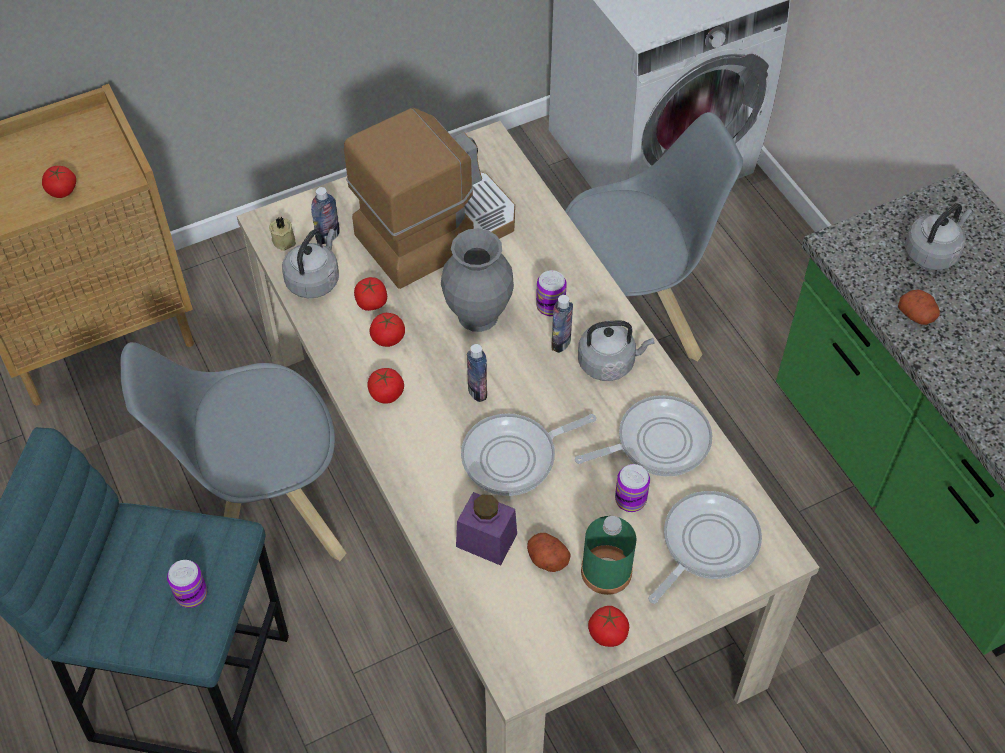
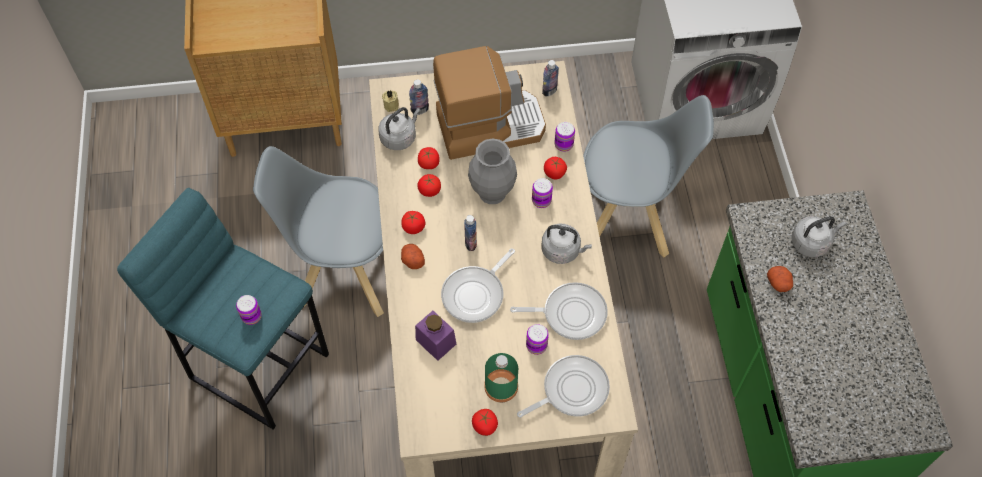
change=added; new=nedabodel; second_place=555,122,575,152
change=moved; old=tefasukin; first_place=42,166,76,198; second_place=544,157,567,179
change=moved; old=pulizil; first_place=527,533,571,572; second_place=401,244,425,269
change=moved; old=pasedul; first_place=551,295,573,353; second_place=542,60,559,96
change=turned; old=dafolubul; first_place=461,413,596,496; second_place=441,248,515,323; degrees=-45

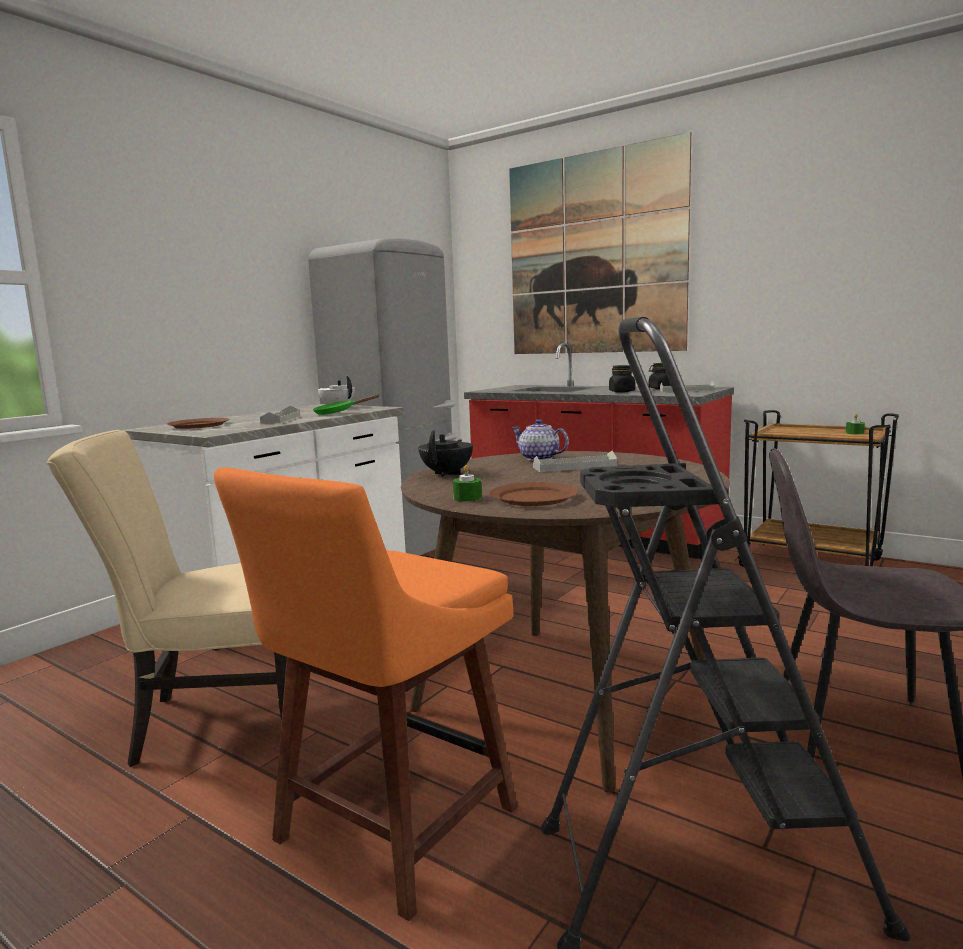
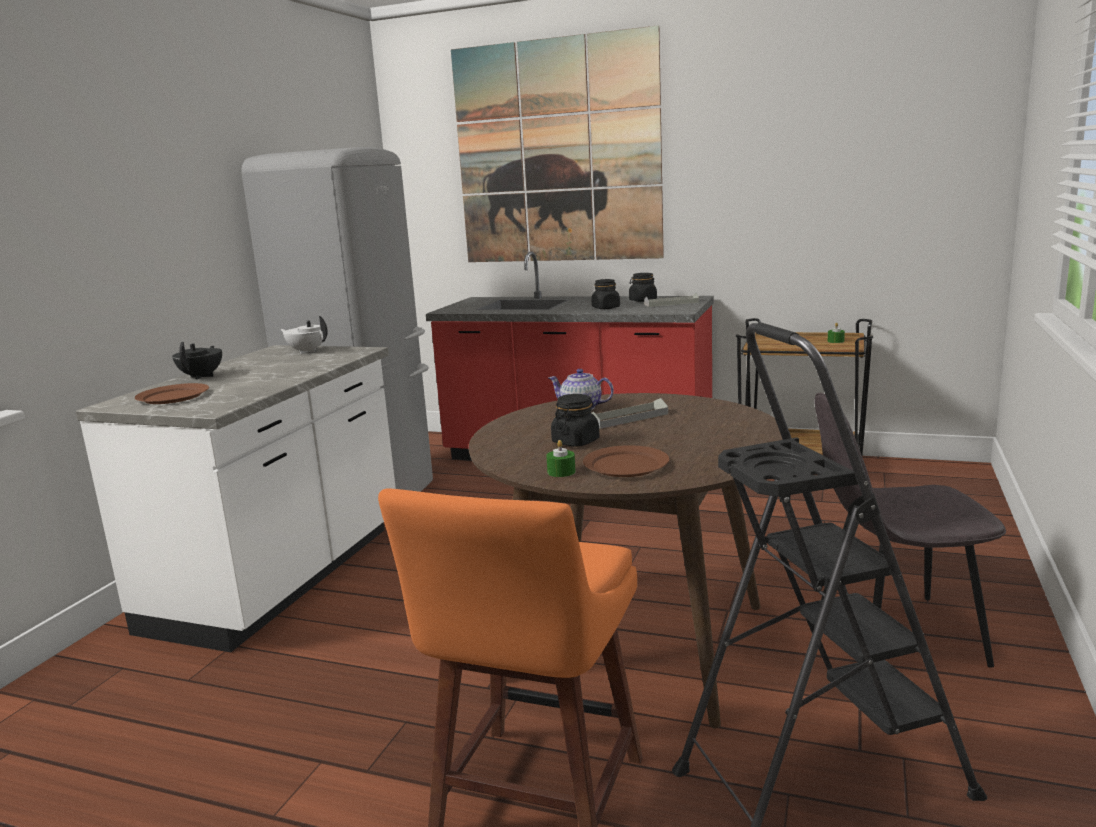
change=removed; old=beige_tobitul; first_place=47,430,287,767
change=removed; old=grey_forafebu; first_place=260,406,300,424
change=removed; old=green_dafolubul; first_place=313,394,379,415
change=added; new=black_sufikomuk; second_place=551,394,600,447
change=moved; old=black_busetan; first_place=418,430,473,477; second_place=172,341,222,380

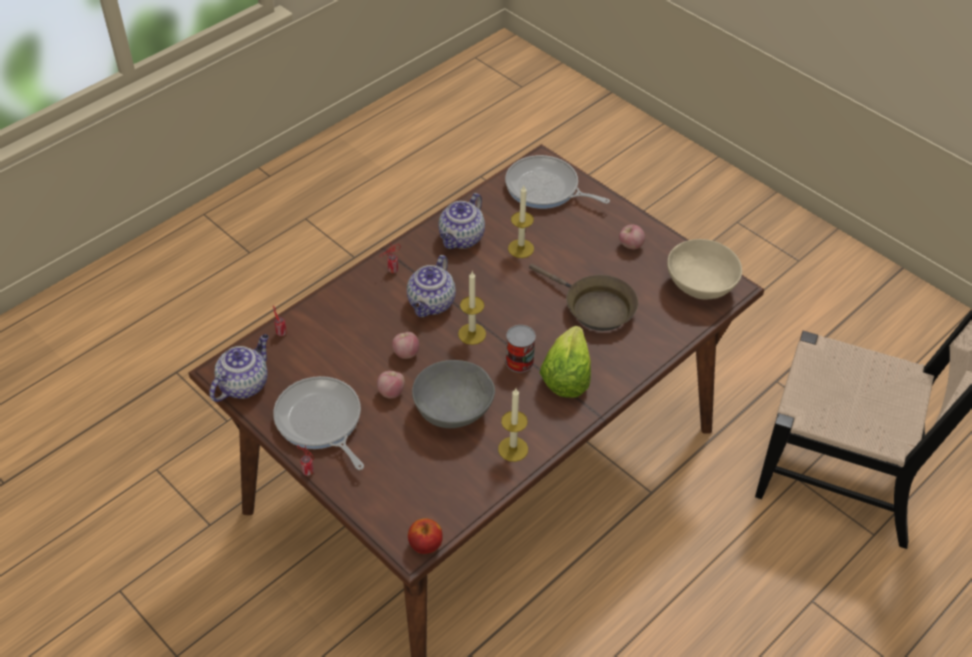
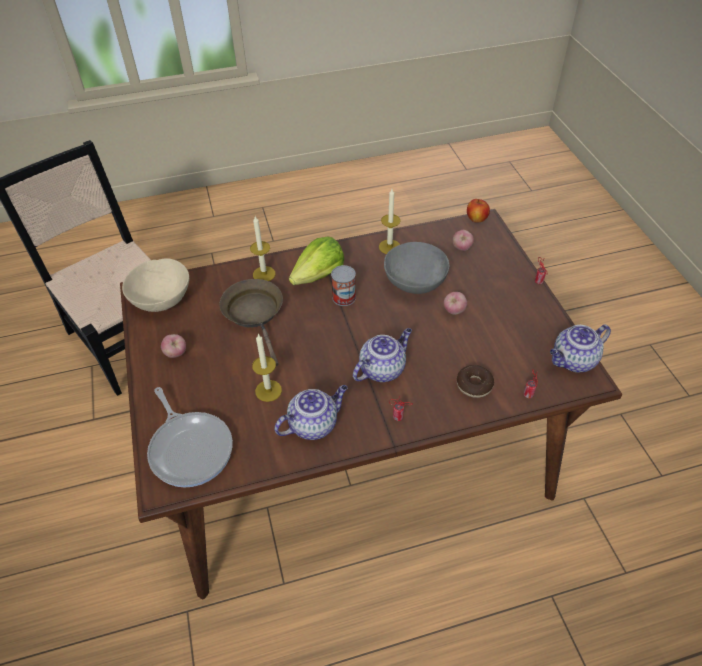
change=removed; old=dafolubul; first_place=273,376,364,470
change=added; new=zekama; second_place=457,365,494,398
change=moved; old=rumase; first_place=392,332,419,359; second_place=453,230,474,251
change=moved; old=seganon; first_place=458,272,486,345; second_place=250,216,275,281

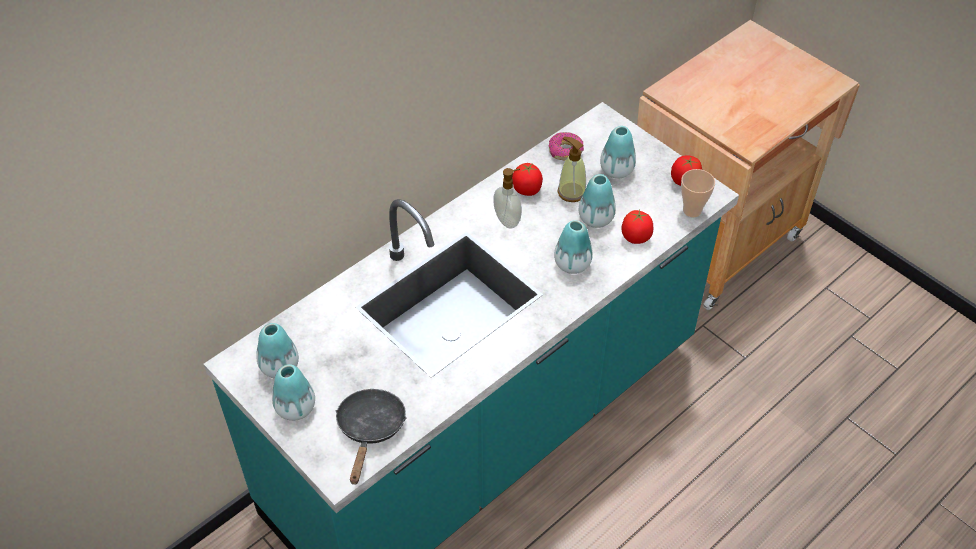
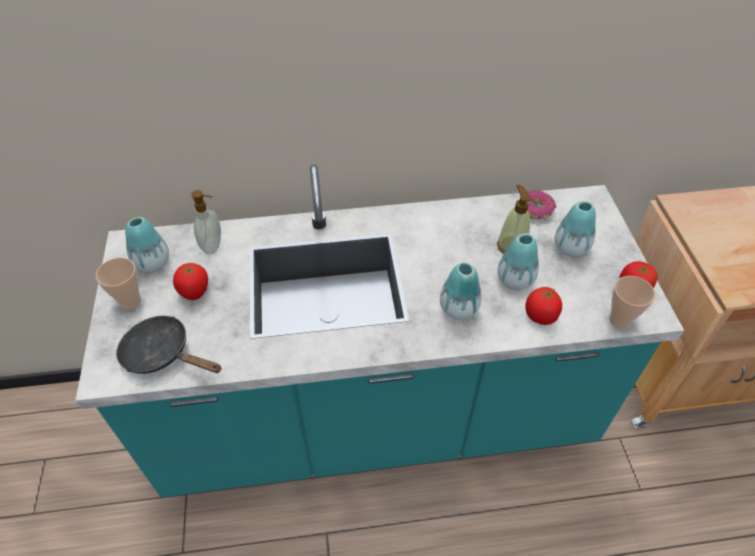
change=moved; old=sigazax; first_place=493,168,522,229; second_place=191,190,221,254
change=moved; old=tefasukin; first_place=512,163,543,196; second_place=173,263,208,300
change=replaced; old=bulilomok; new=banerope; first_place=272,364,315,421; second_place=96,257,141,310
change=turned; old=black_dafolubul; first_place=336,389,407,485; second_place=116,316,222,374; degrees=-105

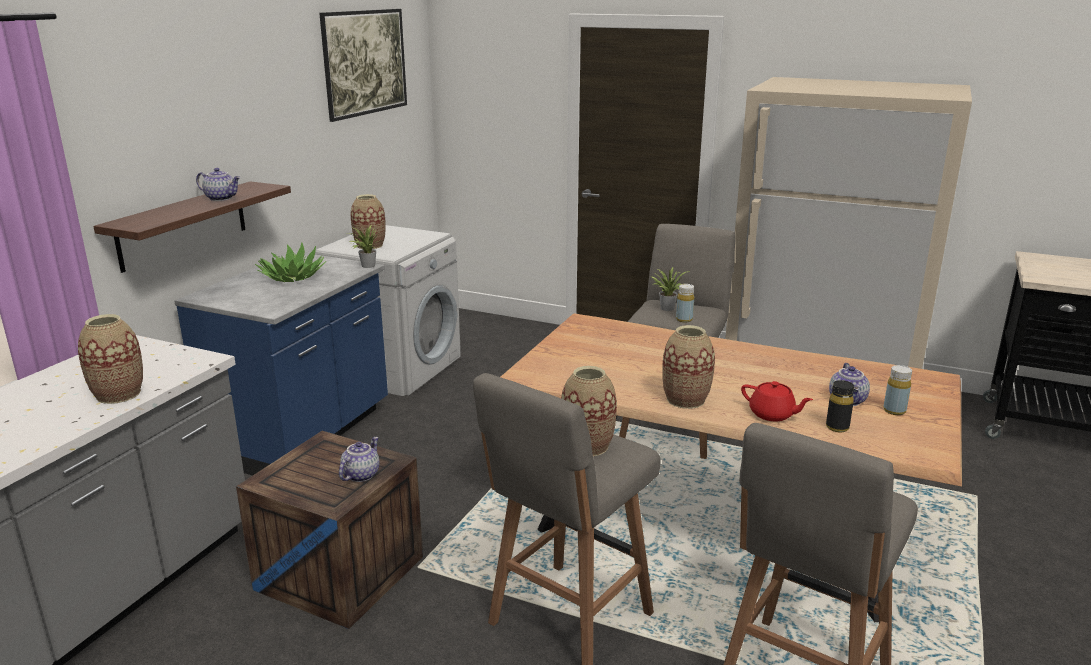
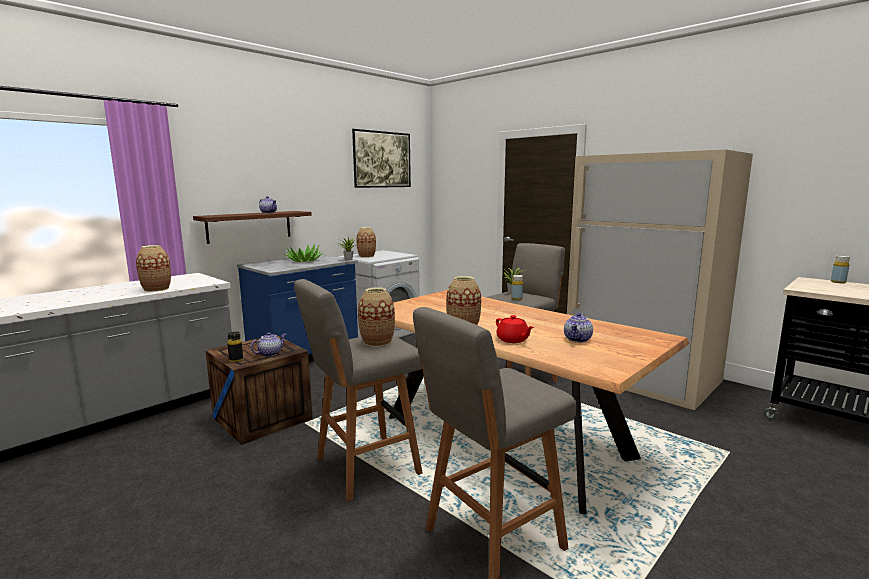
change=moved; old=black_pasedul; first_place=826,380,854,432; second_place=227,332,243,362
change=moved; old=yellow_pasedul; first_place=883,365,912,415; second_place=831,256,850,283

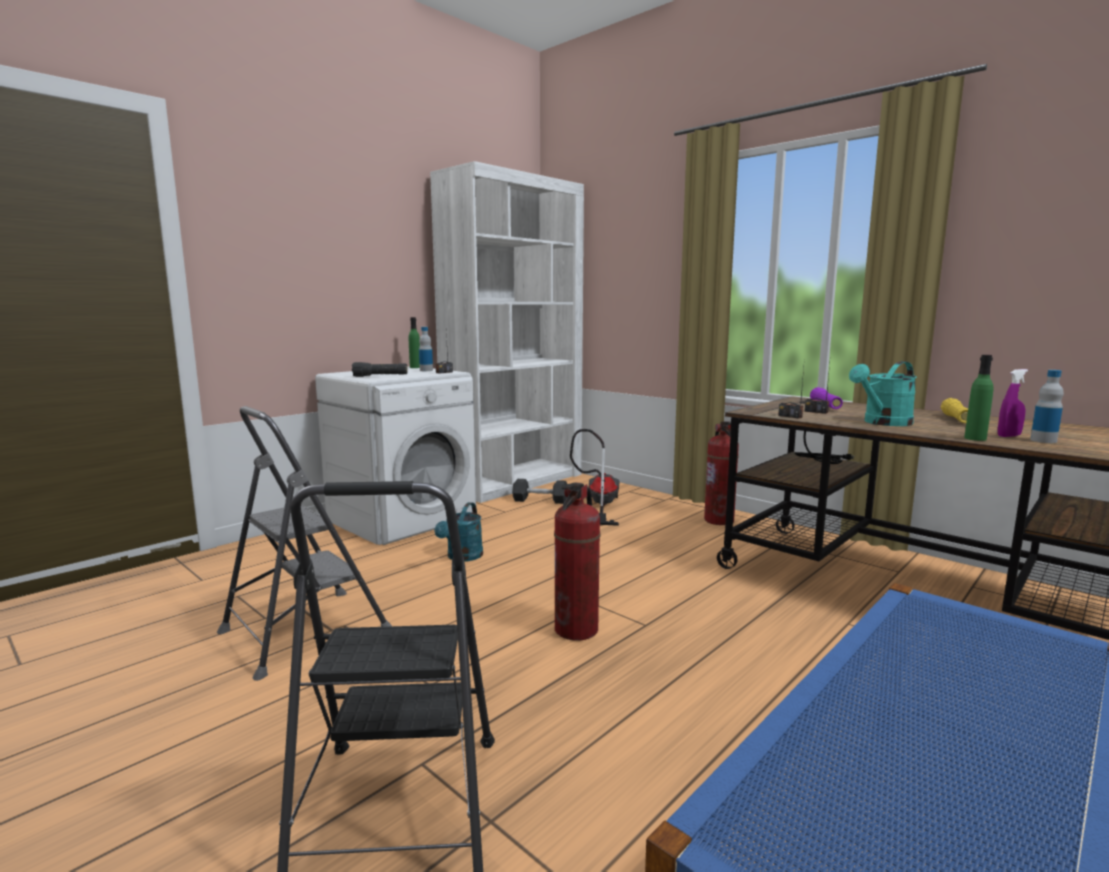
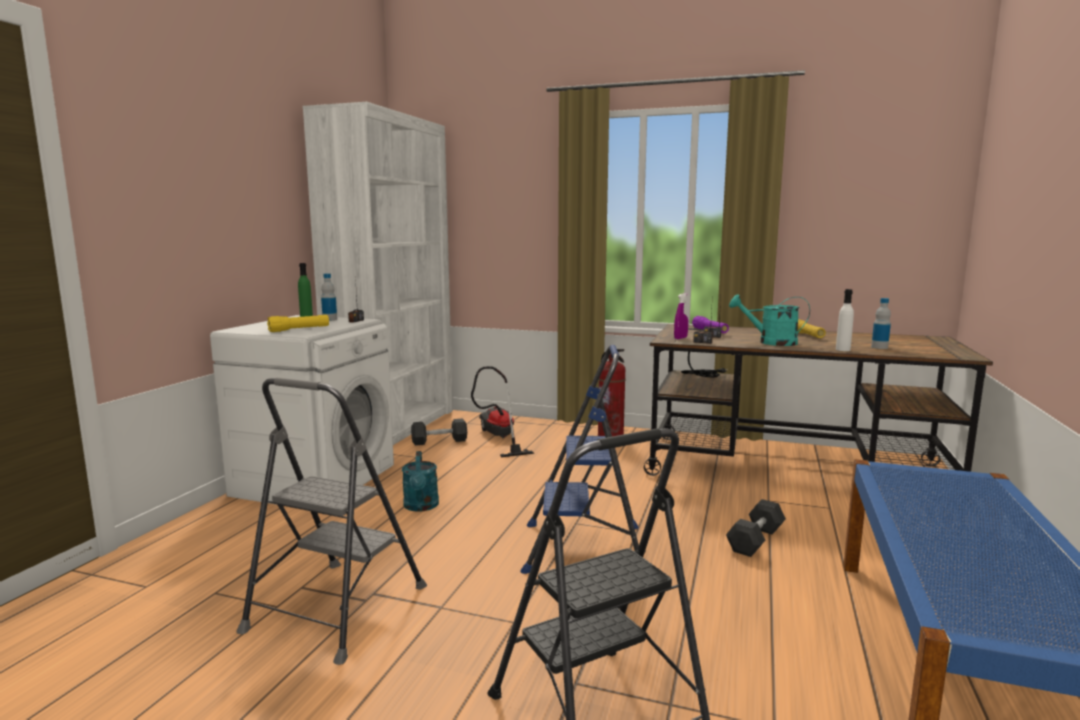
change=added; new=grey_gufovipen; second_place=726,499,786,557
change=moved; old=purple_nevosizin; first_place=998,369,1028,437; second_place=674,293,688,339
change=replaced; old=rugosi; new=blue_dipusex; first_place=554,482,600,640; second_place=520,345,639,574
change=recoloured; old=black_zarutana; new=yellow_zarutana; first_place=352,362,407,377; second_place=267,315,329,332
change=recoloured; old=green_pasedul; new=white_pasedul; first_place=964,355,993,441; second_place=836,289,854,351
change=turned; old=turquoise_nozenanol; first_place=849,361,917,426; second_place=729,294,810,346; degrees=75

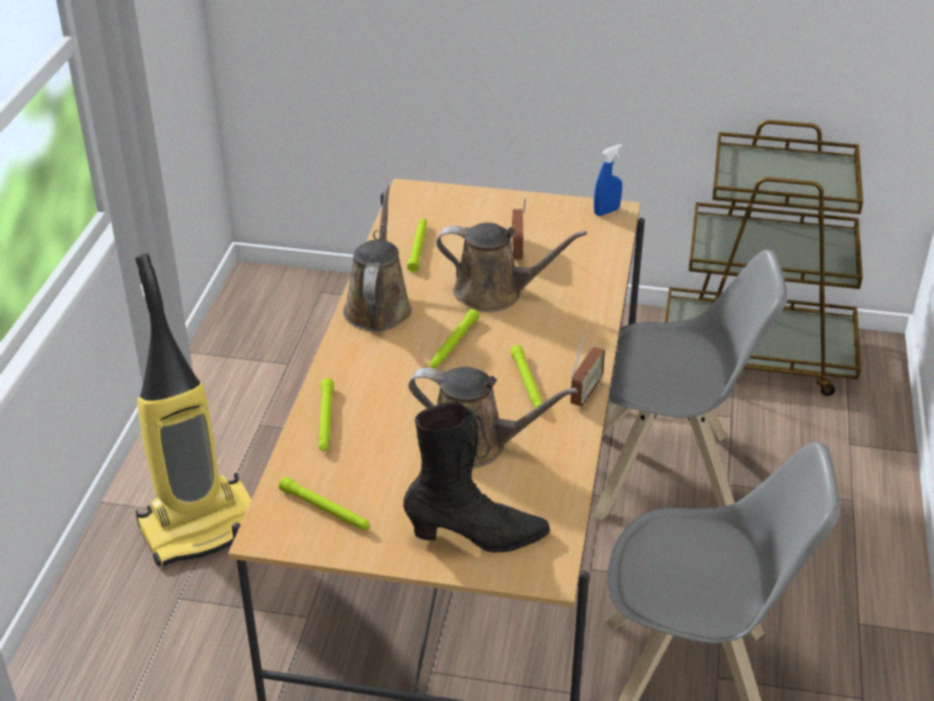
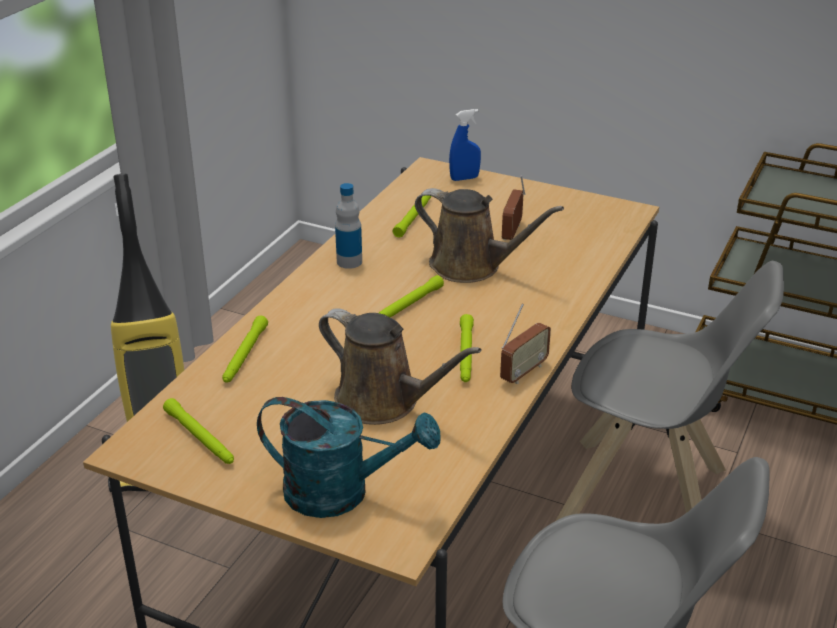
change=moved; old=blue_nevosizin; first_place=594,144,622,216; second_place=449,109,481,181
change=replaced; old=brown_nozenanol; new=pasedul; first_place=343,185,412,331; second_place=335,183,362,269
change=replaced; old=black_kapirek; new=turquoise_nozenanol; first_place=403,402,550,553; second_place=257,397,440,518

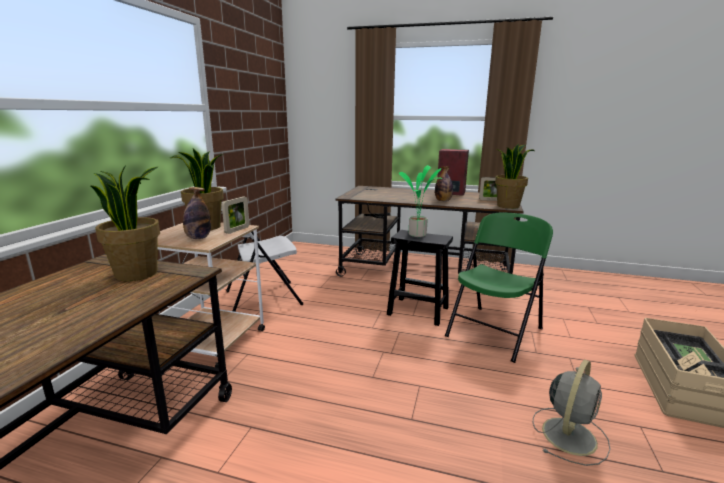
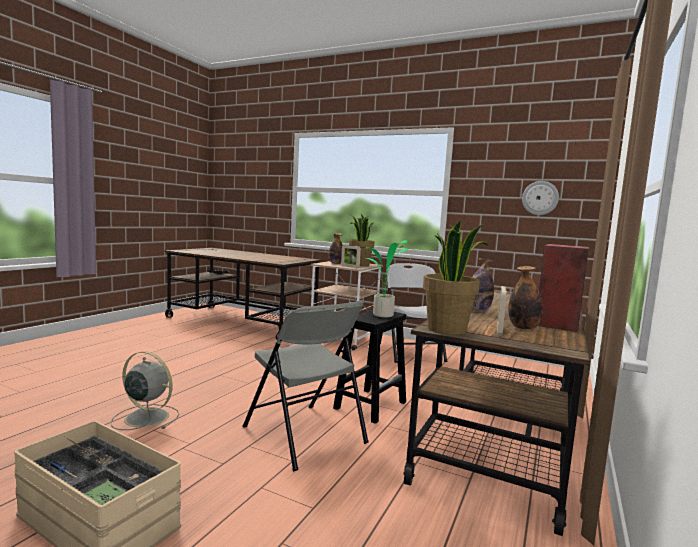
change=removed; old=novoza; first_place=91,165,160,281
change=added; new=pasedul; second_place=508,266,543,329
change=added; new=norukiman; second_place=522,181,559,215
change=recoloured; old=green_tobitul; new=grey_tobitul; first_place=445,213,553,363; second_place=242,301,369,472
change=turned; old=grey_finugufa; first_place=533,359,610,466; second_place=110,351,179,430; degrees=150

